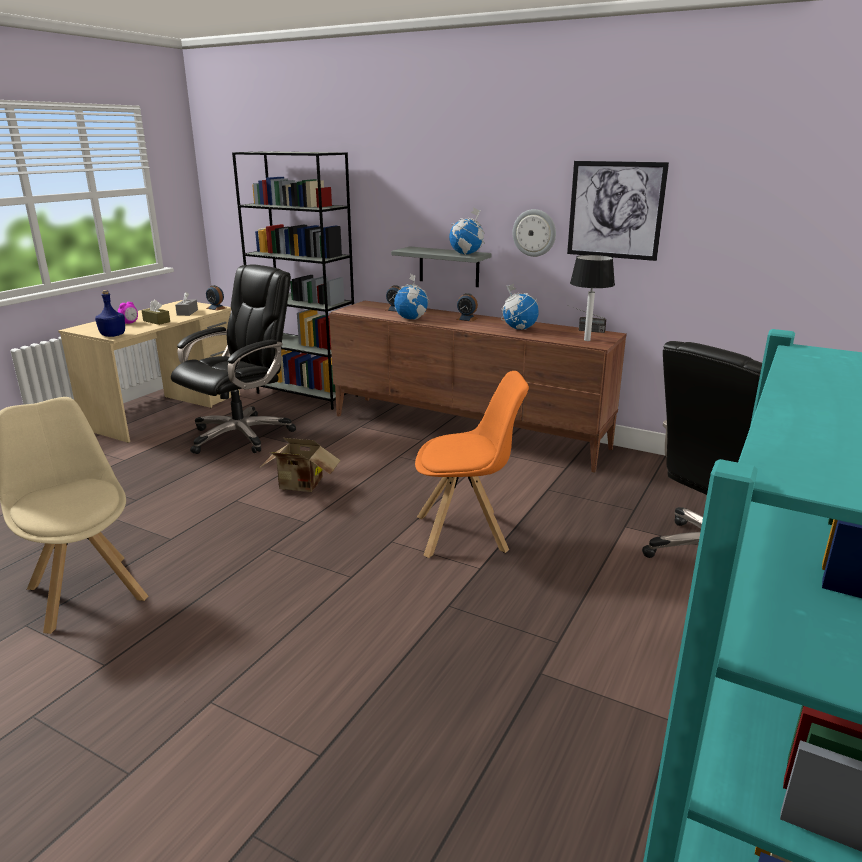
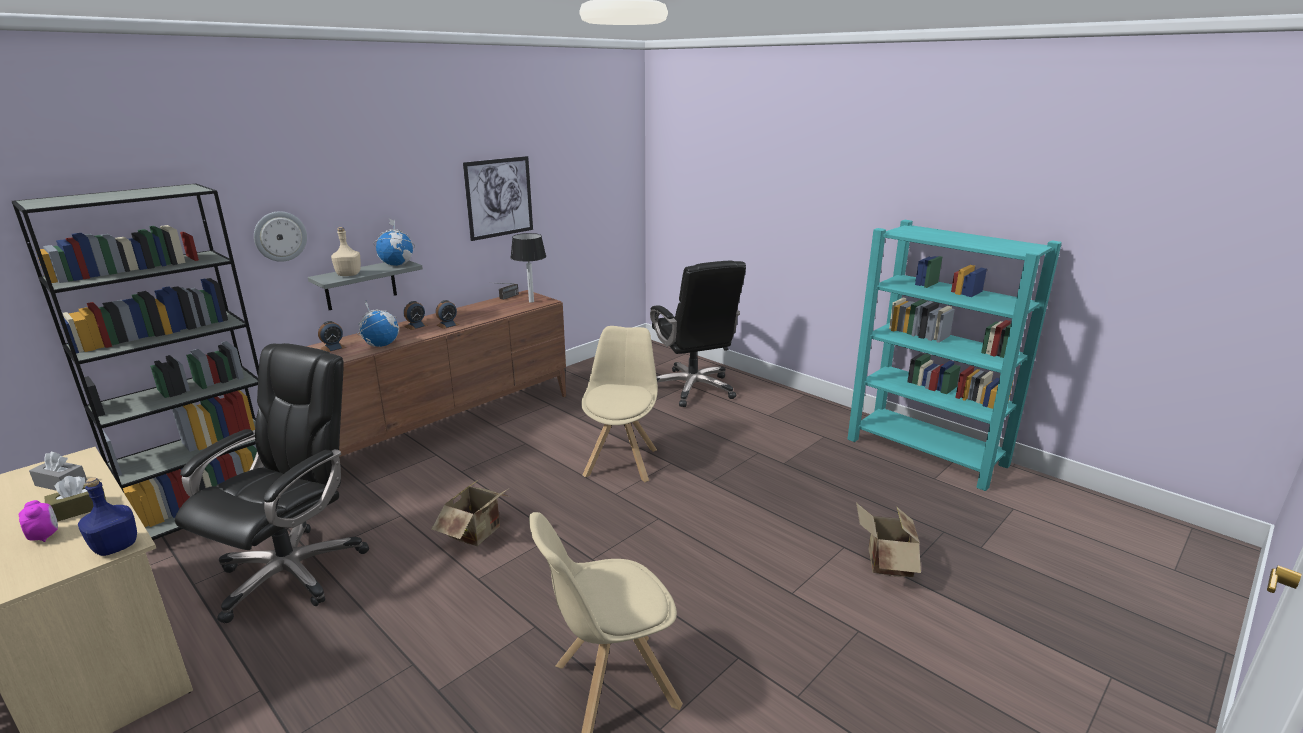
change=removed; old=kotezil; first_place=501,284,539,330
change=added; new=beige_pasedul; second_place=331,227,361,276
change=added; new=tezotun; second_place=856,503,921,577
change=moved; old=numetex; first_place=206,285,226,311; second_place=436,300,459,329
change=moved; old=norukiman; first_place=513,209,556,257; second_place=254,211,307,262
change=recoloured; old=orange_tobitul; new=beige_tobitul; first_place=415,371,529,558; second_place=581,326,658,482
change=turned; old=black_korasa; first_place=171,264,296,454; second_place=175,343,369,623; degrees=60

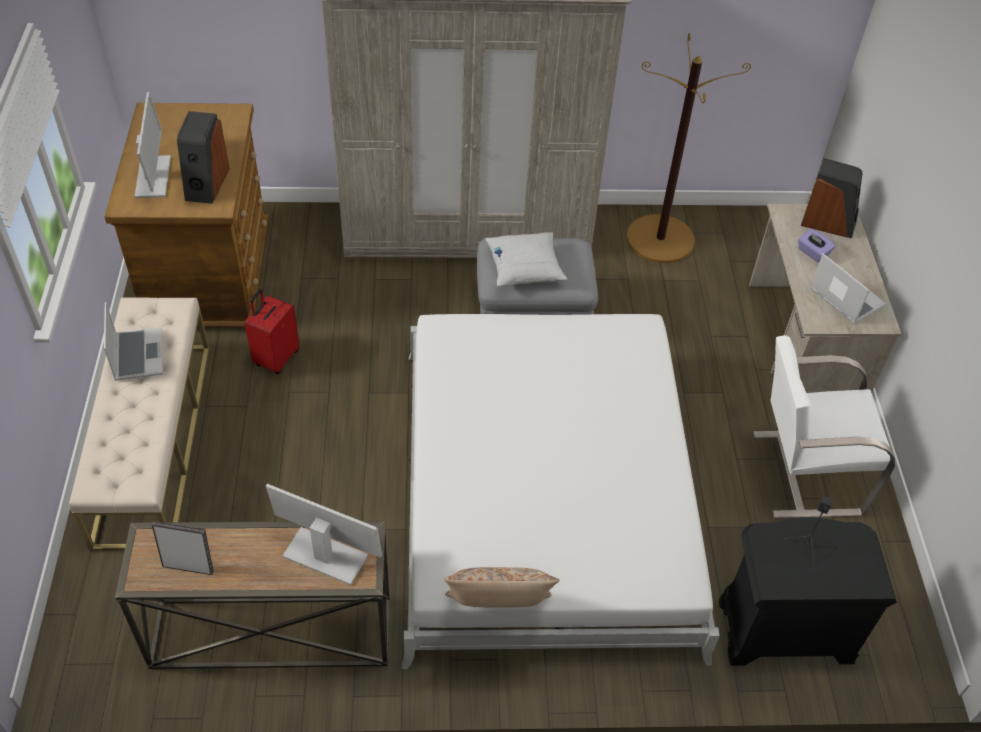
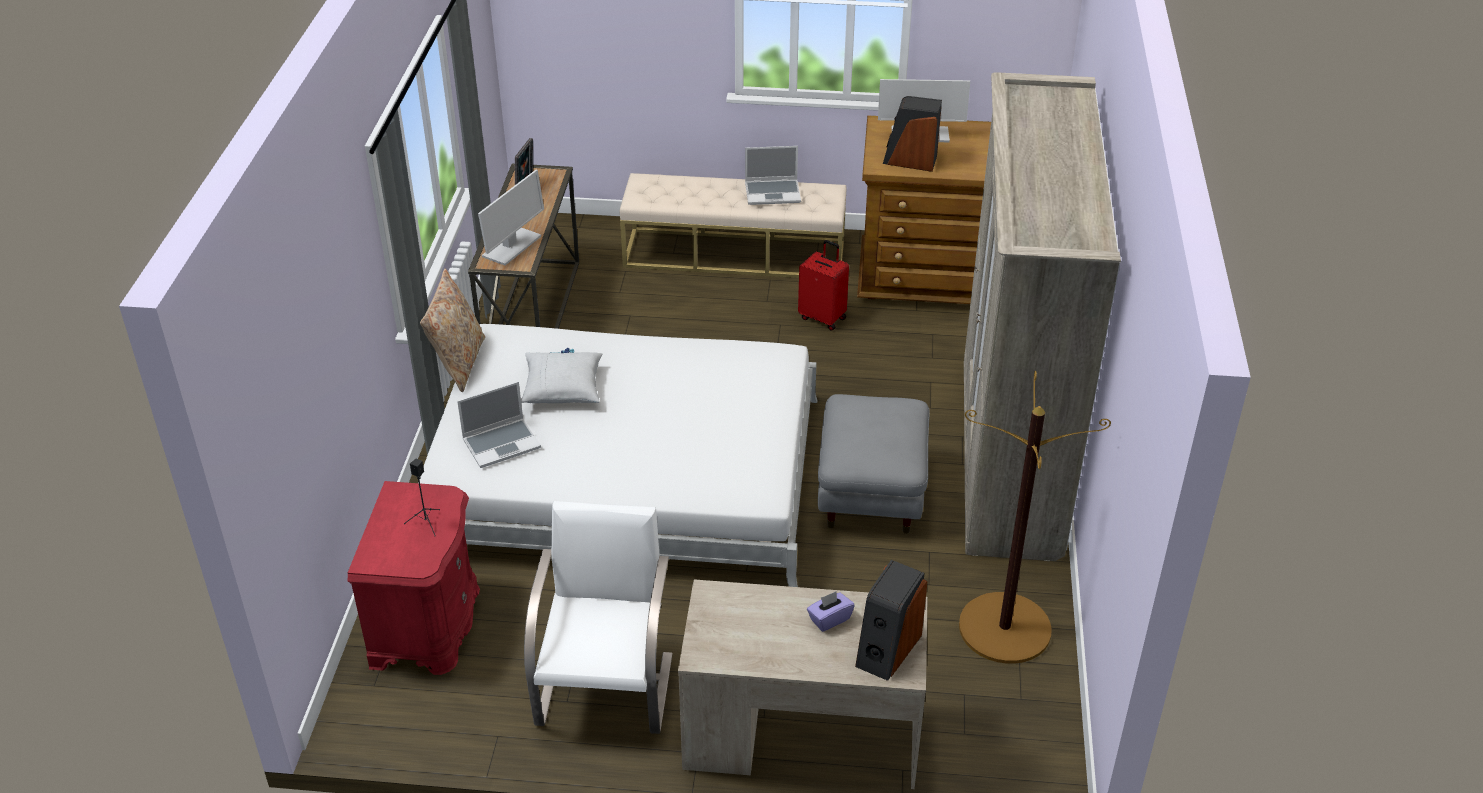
change=moved; old=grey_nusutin; first_place=485,232,568,287; second_place=521,348,602,403
change=moved; old=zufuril; first_place=810,253,886,324; second_place=457,382,541,468
change=recoloured; old=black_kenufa; new=red_kenufa; first_place=719,517,897,666; second_place=348,481,480,675

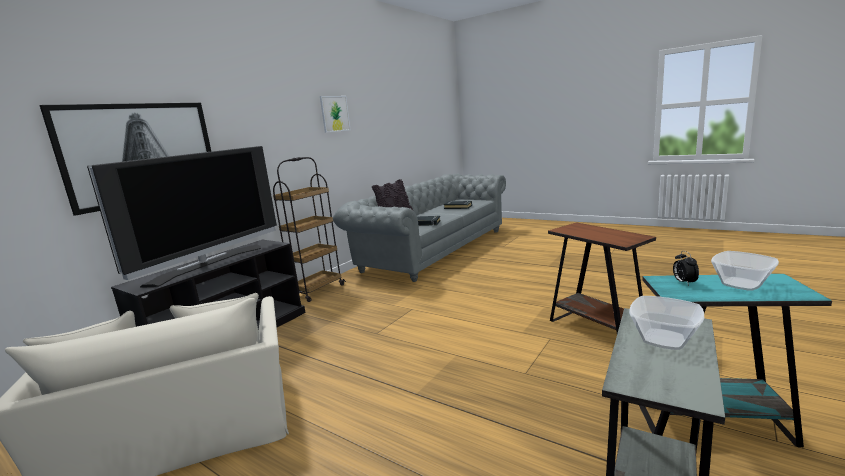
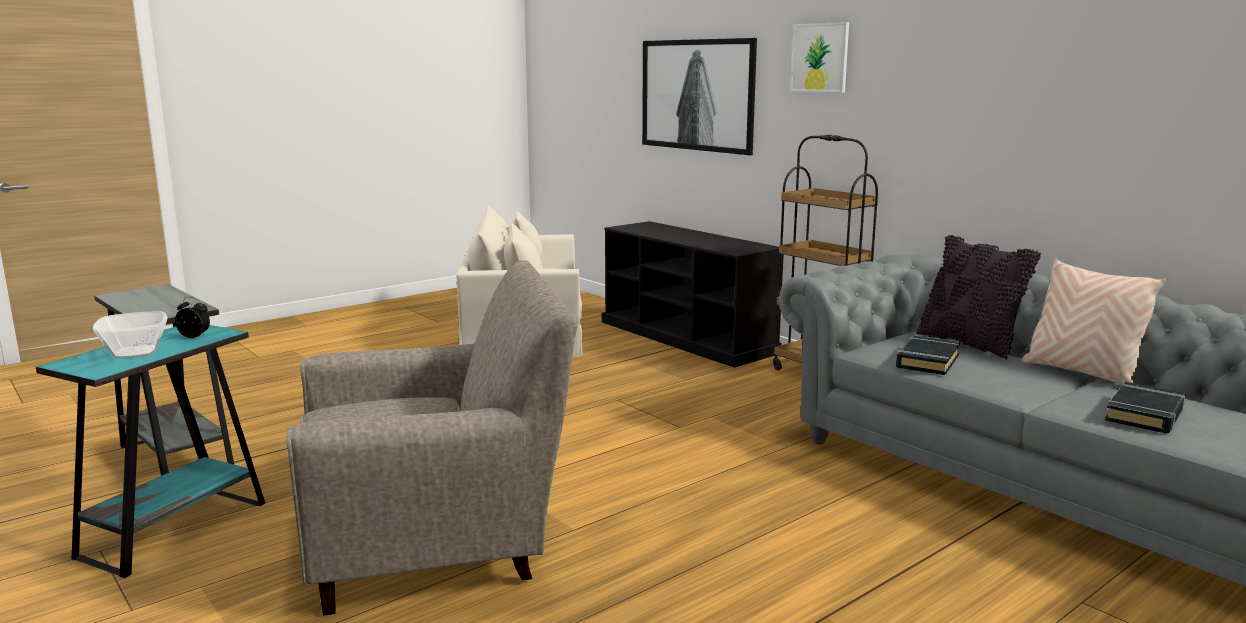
change=removed; old=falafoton; first_place=87,146,277,288
change=removed; old=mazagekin; first_place=629,296,704,350
change=added; new=beige_nusutin; second_place=1022,259,1166,385
change=moved; old=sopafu; first_place=320,96,351,133; second_place=790,22,849,93
change=replaced; old=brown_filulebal; new=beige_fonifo; first_place=548,222,656,333; second_place=286,261,577,616

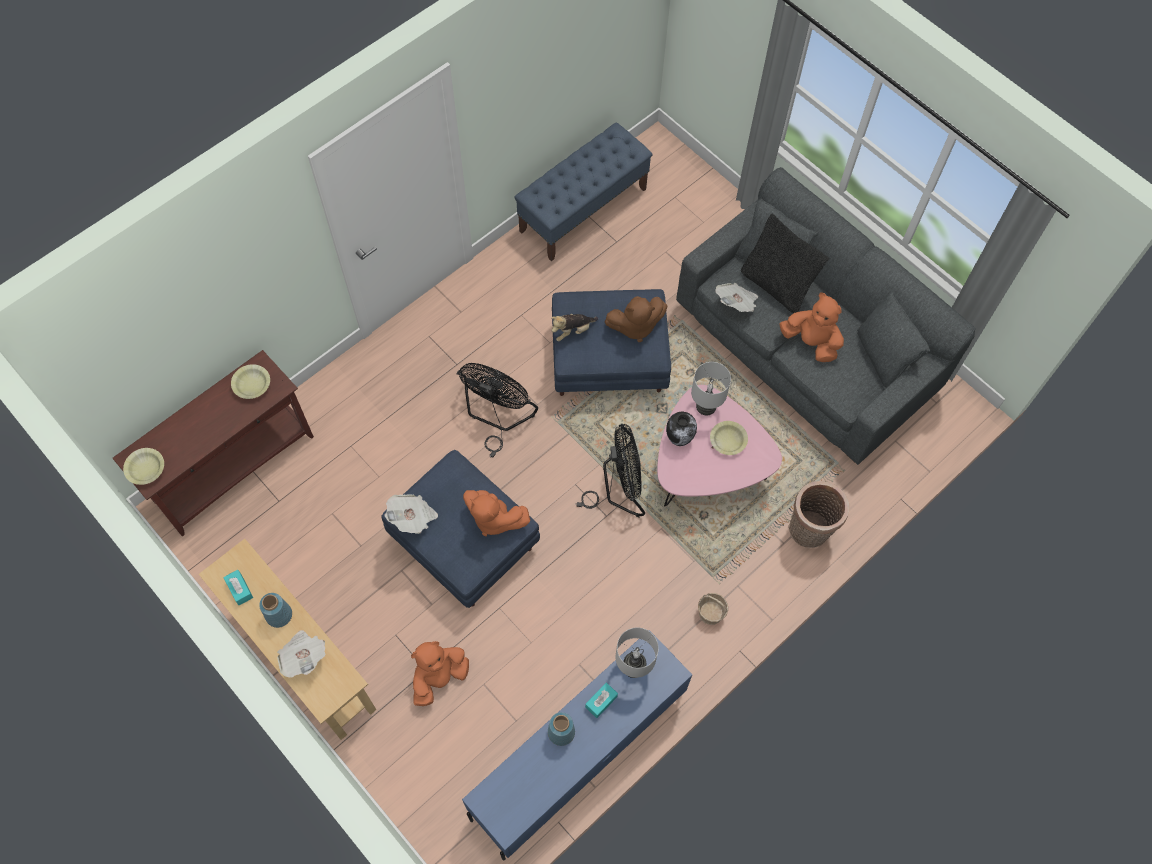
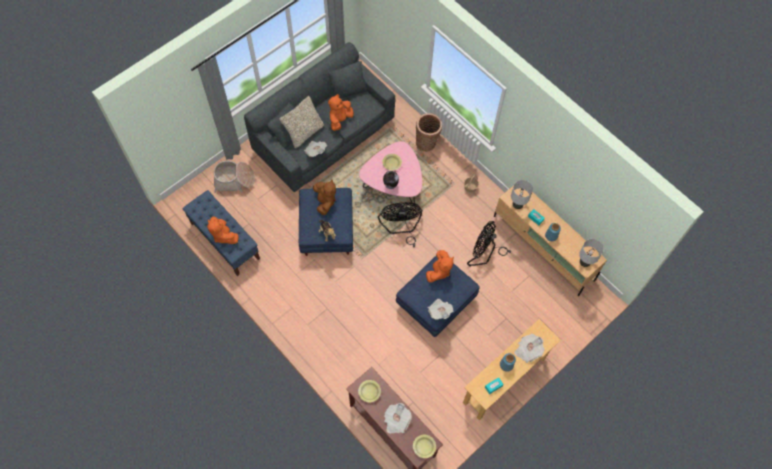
change=added; new=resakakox; second_place=214,161,255,193
change=added; new=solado; second_place=384,403,412,433
change=moved; old=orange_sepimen; first_place=411,641,469,706; second_place=207,216,239,244
change=moved; old=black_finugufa; first_place=457,363,538,458; second_place=467,221,511,266
change=moved; old=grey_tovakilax; first_place=691,362,731,415; second_place=579,239,604,267
change=recoloured; old=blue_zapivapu; new=beige_zapivapu; first_place=462,630,692,861; second_place=494,186,607,296
change=recoloured; old=black_nusutin; new=beige_nusutin; first_place=741,214,829,313; second_place=279,96,324,148

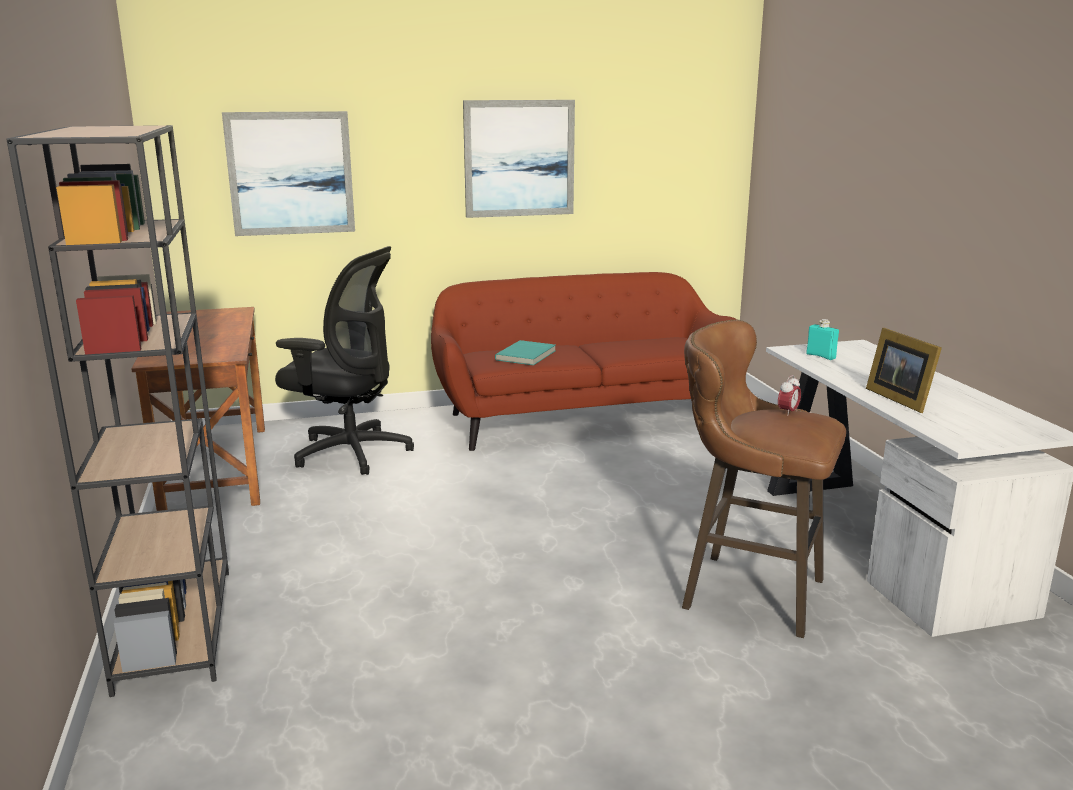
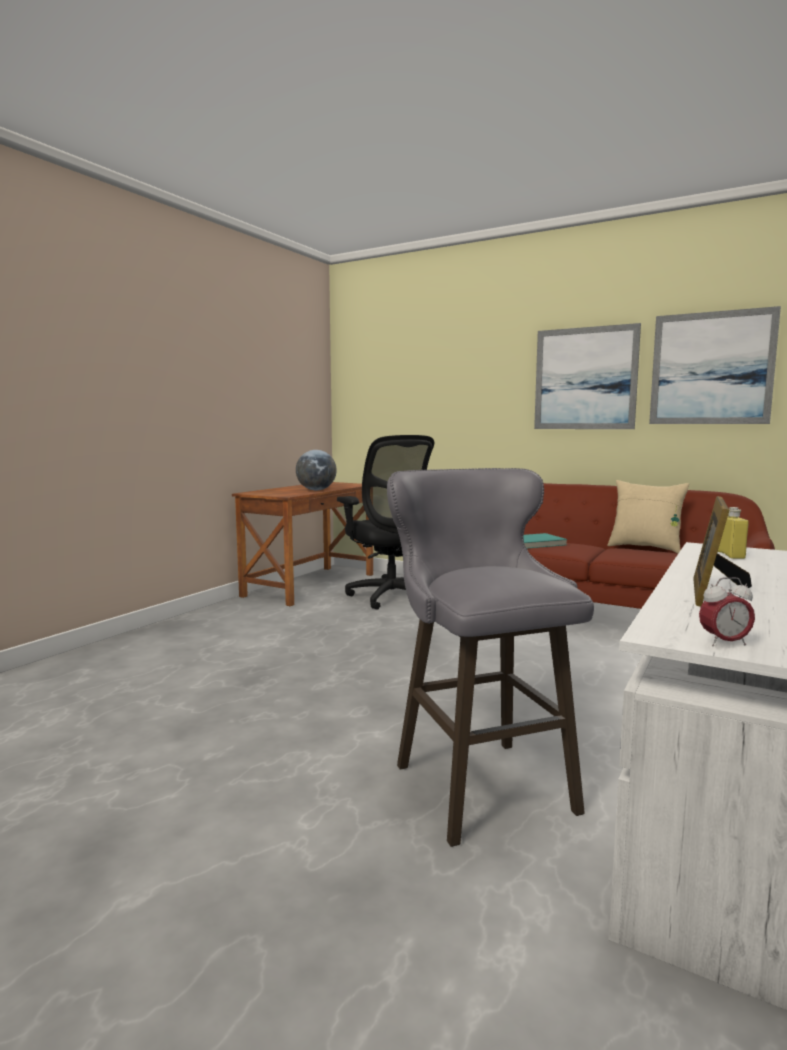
change=removed; old=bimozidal; first_place=6,125,229,697
change=added; new=kotezil; second_place=296,450,337,490
change=added; new=beige_nusutin; second_place=607,480,689,553
change=moved; old=sopafu; first_place=222,111,355,236; second_place=649,306,781,424
change=moved; old=numetex; first_place=778,375,801,416; second_place=699,577,755,646
change=recoloured; old=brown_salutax; new=grey_salutax; first_place=682,319,846,638; second_place=387,468,594,847
change=recoloured; old=turquoise_pasedul; new=yellow_pasedul; first_place=806,319,839,360; second_place=718,507,749,559

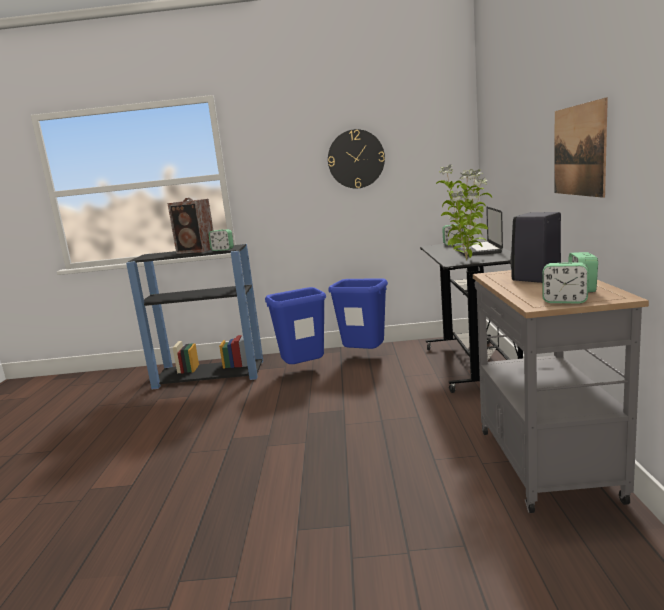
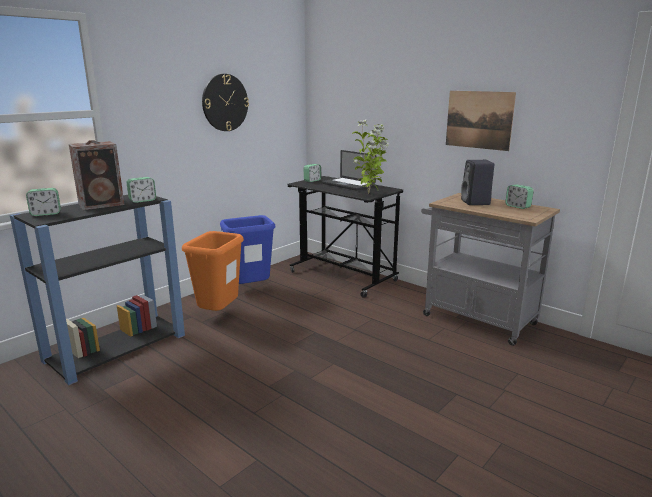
change=moved; old=numetex; first_place=542,262,588,303; second_place=26,188,61,216
change=recoloured; old=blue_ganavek; new=orange_ganavek; first_place=265,287,326,364; second_place=182,231,244,311

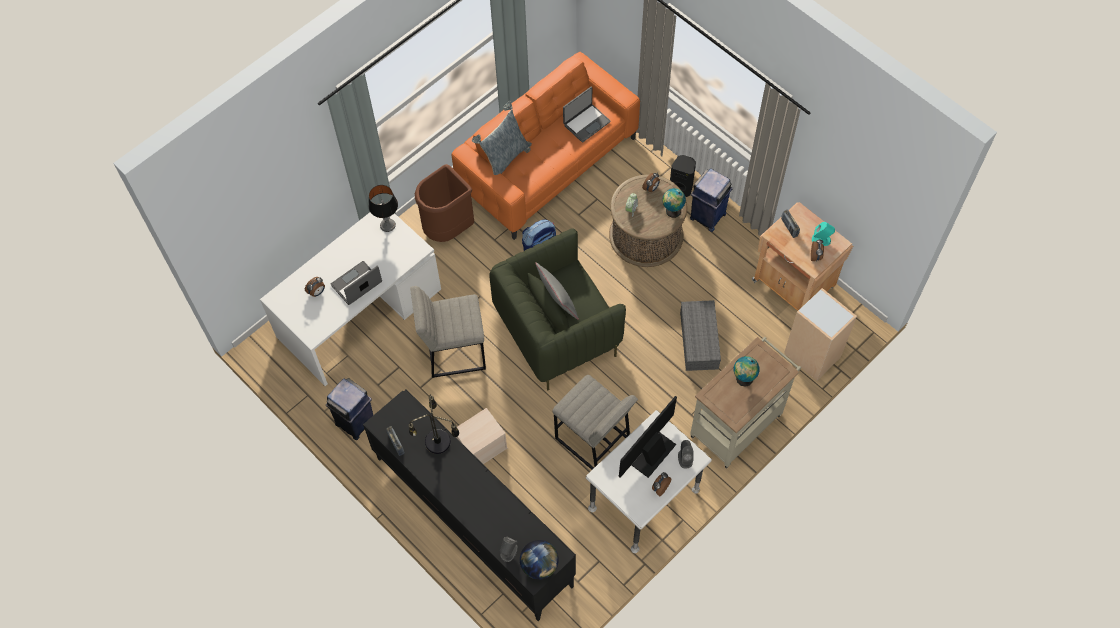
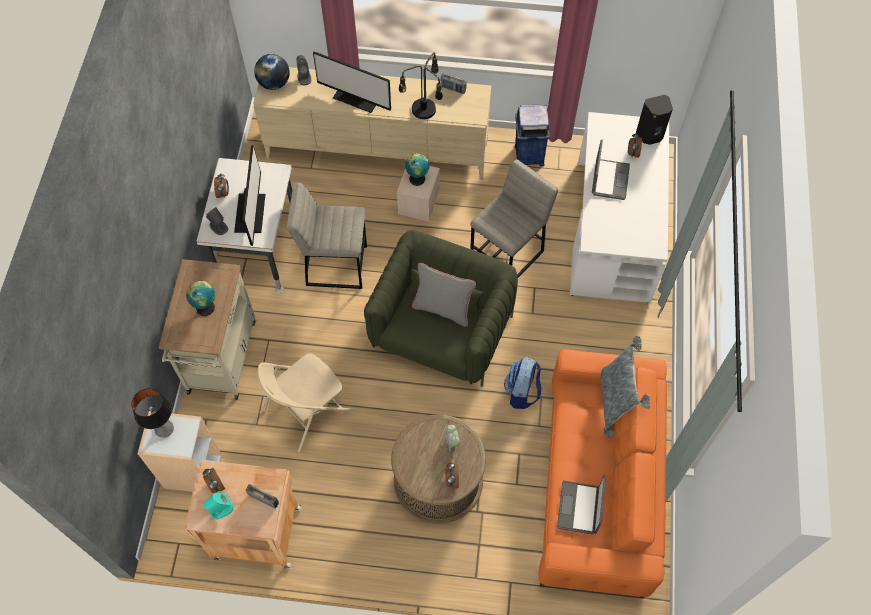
change=removed; old=brown_ganavek; first_place=415,164,474,242
change=removed; old=blue_ganavek; first_place=690,168,732,232
change=added; new=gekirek; second_place=313,51,391,113
change=moved; old=tovakilax; first_place=369,185,398,232; second_place=132,388,174,438
change=moved; old=kotezil; first_place=663,188,686,218; second_place=405,153,430,186
change=moved; old=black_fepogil; first_place=670,155,696,197; second_place=636,95,673,145
change=replaced; old=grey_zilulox; new=beige_tobitul; first_place=680,300,721,371; second_place=257,354,353,453
change=recoloured; old=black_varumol; new=beige_varumol; first_place=363,389,576,621; second_place=253,67,491,180

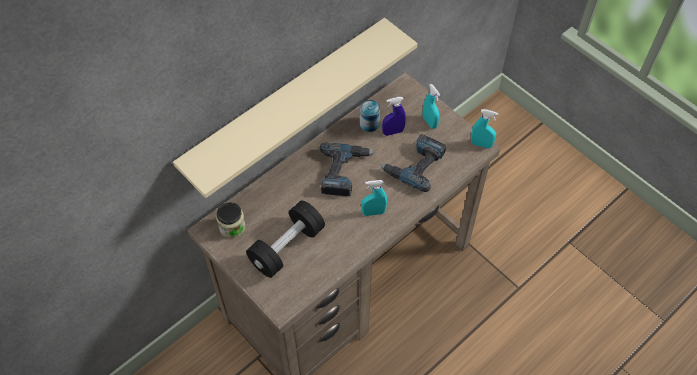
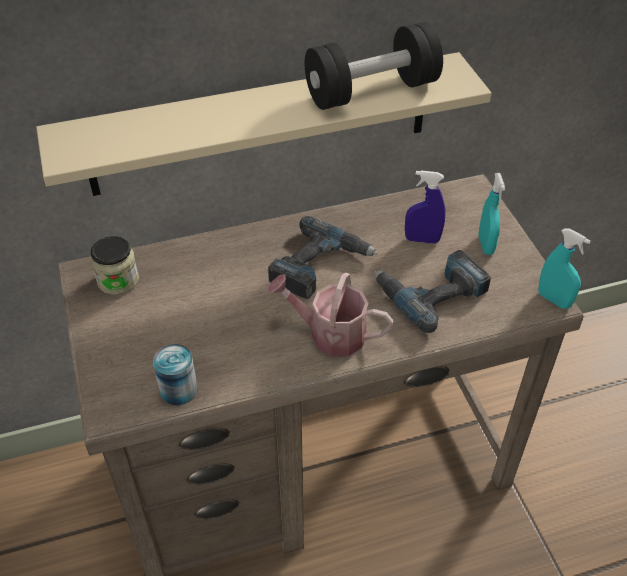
change=moved; old=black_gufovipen; first_place=246,201,325,278; second_place=305,22,443,110
change=moved; old=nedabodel; first_place=360,100,380,132; second_place=153,344,198,405
change=replaced; old=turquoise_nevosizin; new=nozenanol; first_place=361,180,387,216; second_place=267,273,394,356

